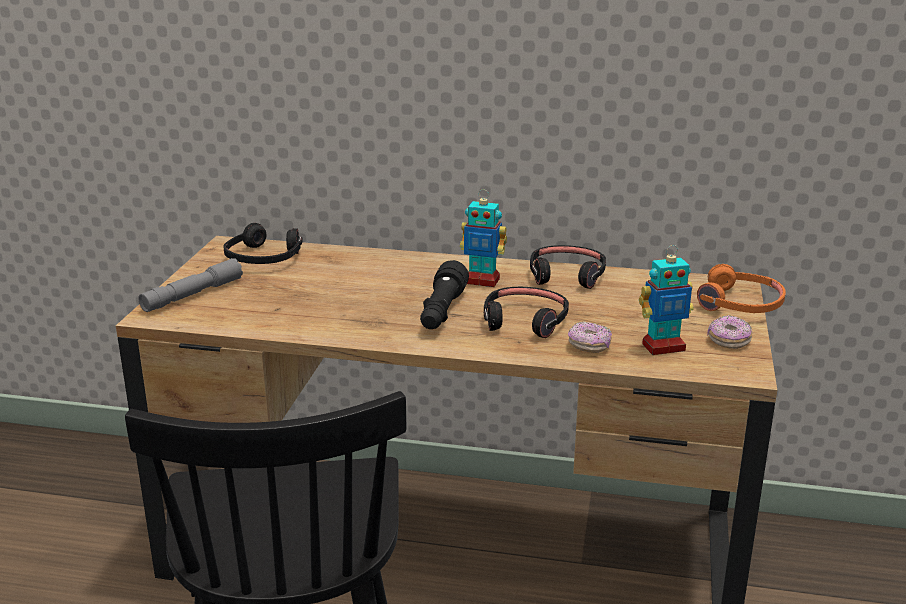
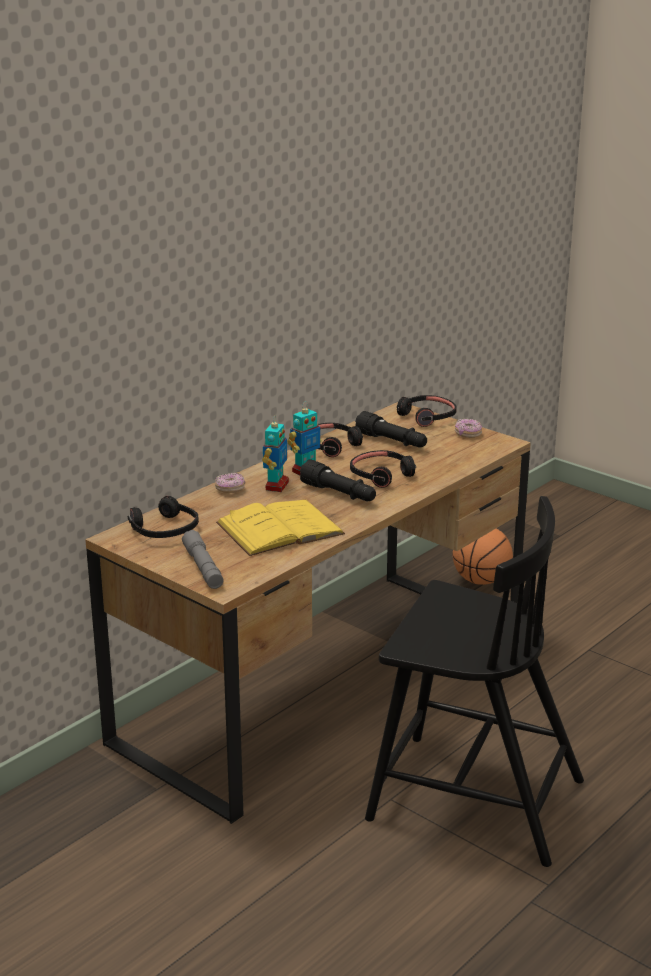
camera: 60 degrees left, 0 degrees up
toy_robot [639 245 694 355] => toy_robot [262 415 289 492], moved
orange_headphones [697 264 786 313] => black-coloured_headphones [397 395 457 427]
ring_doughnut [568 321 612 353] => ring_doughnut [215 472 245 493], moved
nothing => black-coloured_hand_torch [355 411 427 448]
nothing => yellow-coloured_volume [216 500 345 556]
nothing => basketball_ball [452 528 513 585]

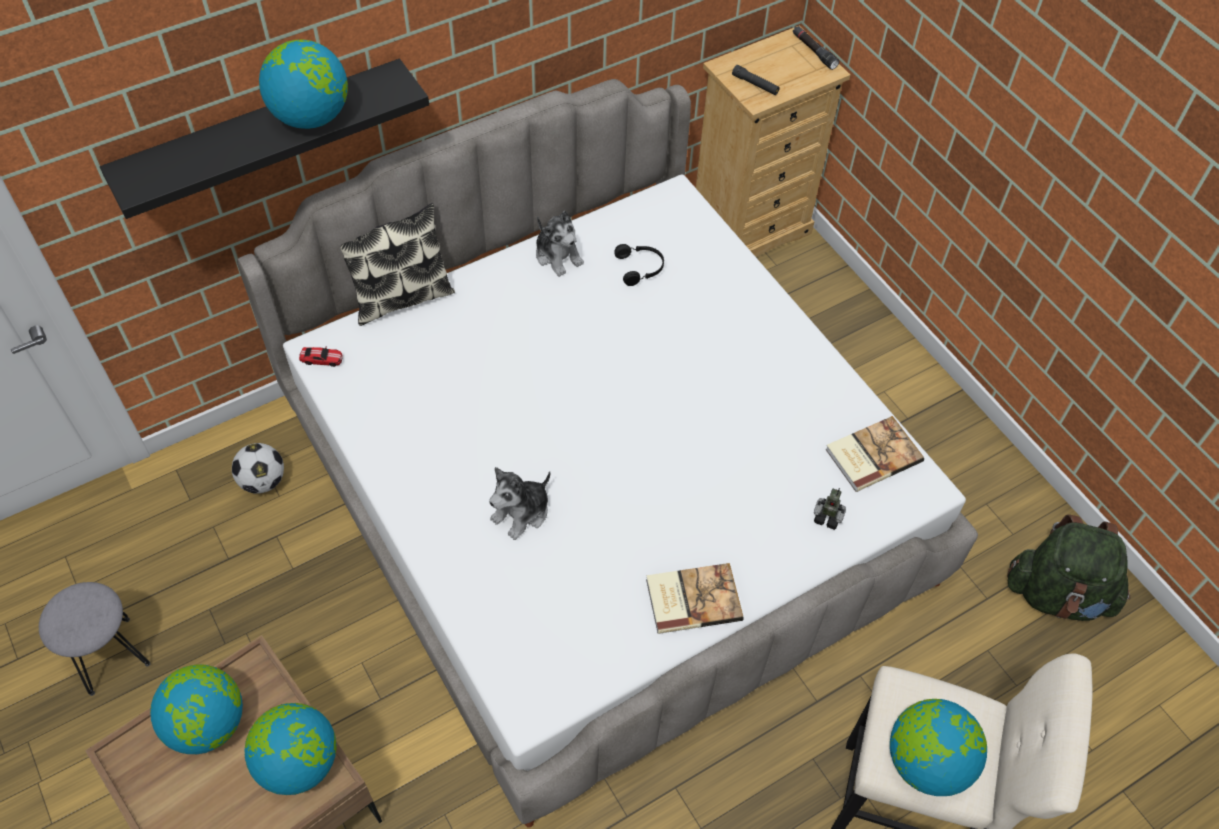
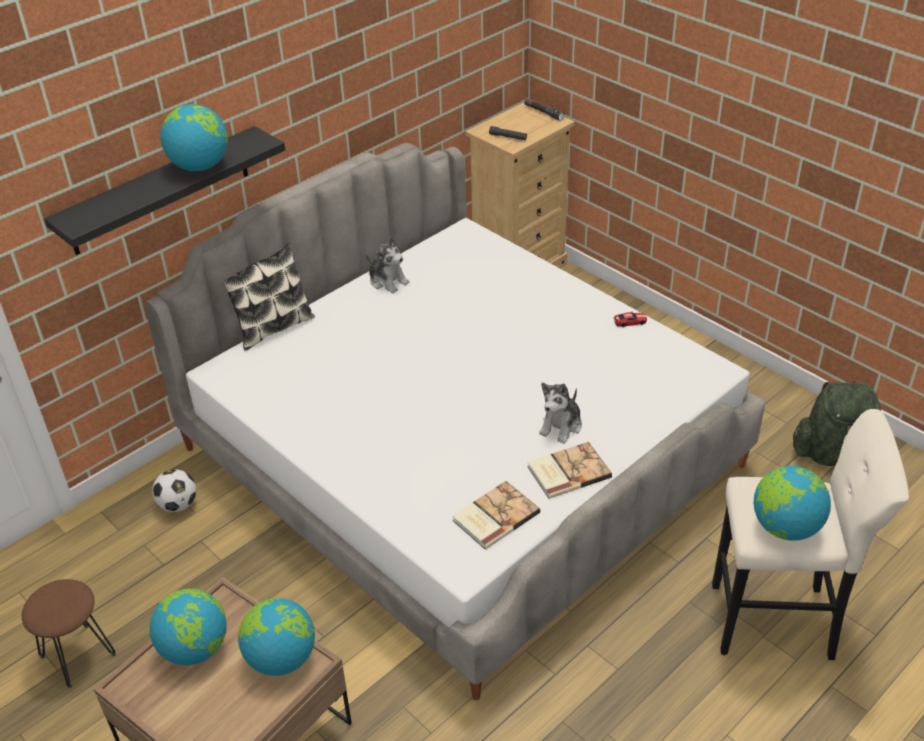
camera: 10 degrees left, 15 degrees down
black-coloured_headphones [614 244 664 286] => nothing
miniature_car [299 347 343 367] => miniature_car [614 312 647 327], moved
volume [825 416 924 492] => volume [452 481 540 550], moved
plush_toy [489 467 550 540] => plush_toy [539 383 582 444], moved
toy_robot [814 488 846 530] => nothing
greyish_stool [39 582 151 696] => brownish_stool [22 579 116 688]

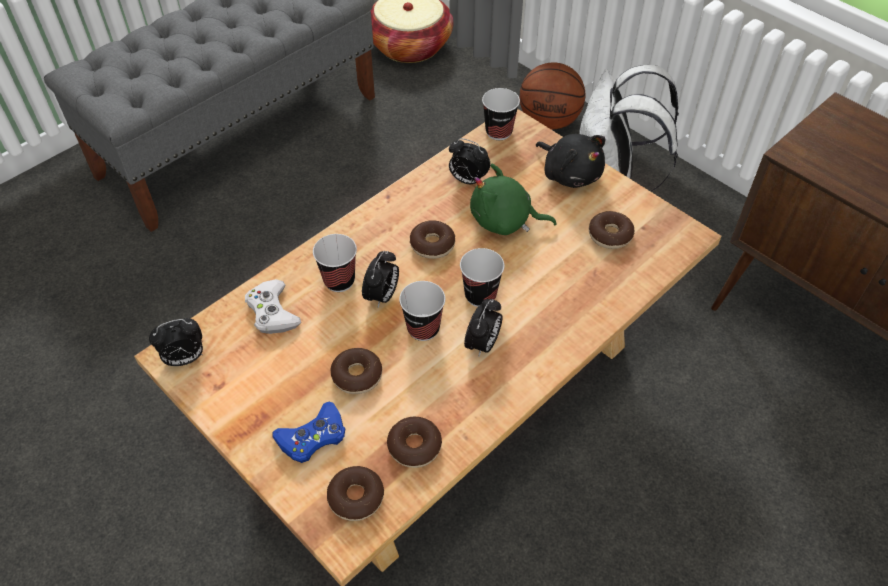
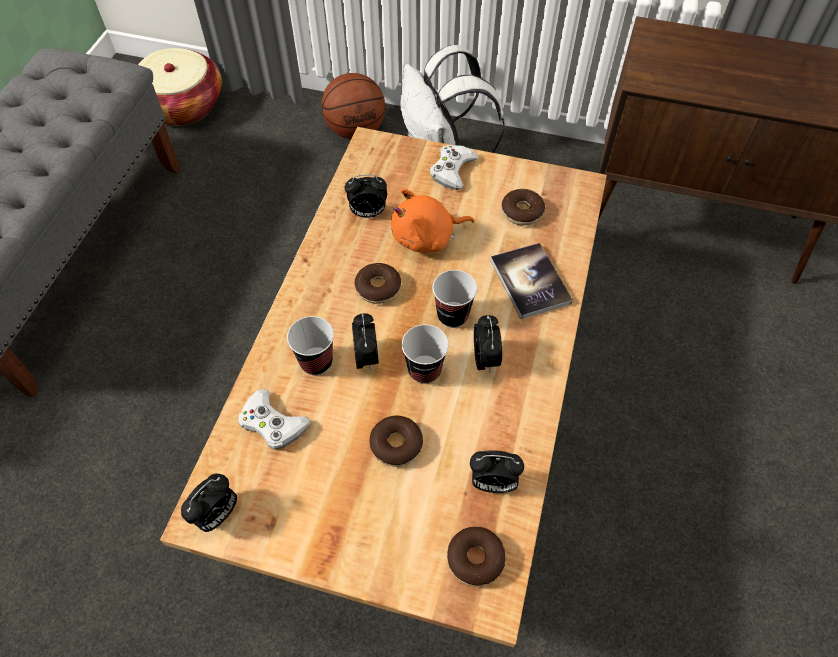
camera: 30 degrees left, 5 degrees up
drinking_cup [482 88 520 140] => nothing
black-coloured_plush_toy [536 134 606 188] => whitish_game_controller [430 145 478 190]
green_plush_toy [470 164 557 235] => orange_plush_toy [391 188 475 253]
blue-coloured_game_controller [272 402 345 463] => nothing
ring_doughnut [387 417 442 468] => bedside_clock [470 451 524 493]
nothing => volume [490 243 573 319]

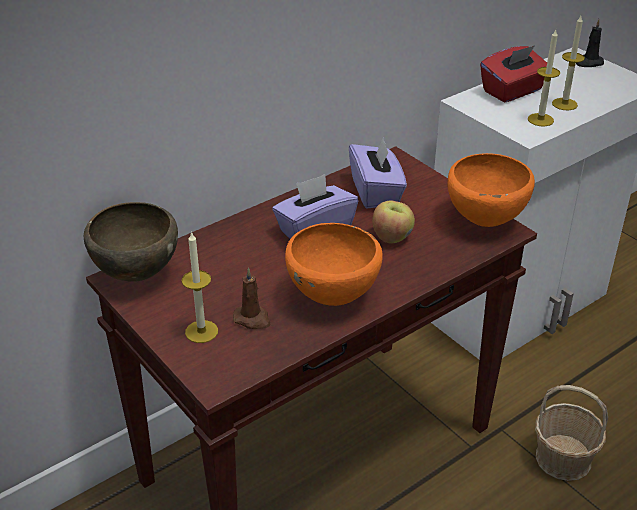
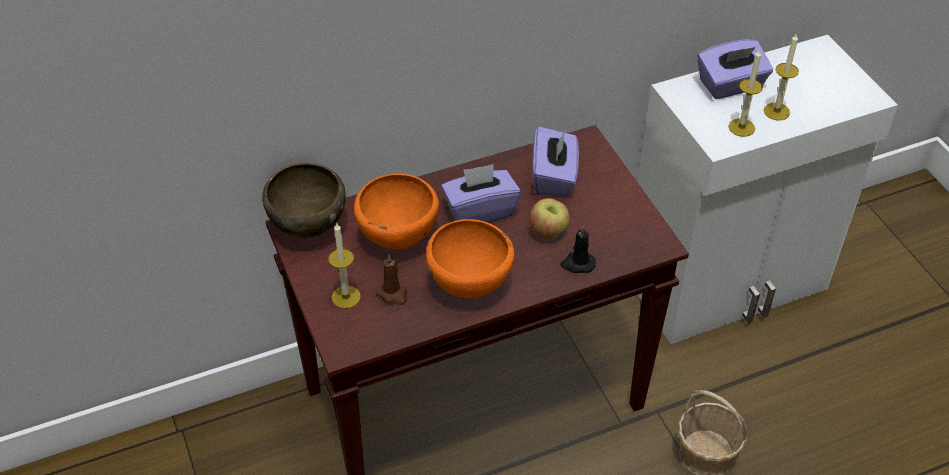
camera: 15 degrees right, 10 degrees up
black-coloured_wax_candle [576 19 604 67] => black-coloured_wax_candle [560 225 596 273], moved
red-coloured_tissue_box [480 45 547 103] => purple-coloured_tissue_box [698 39 773 99]
orange_bowl [447 153 535 227] => orange_bowl [354 174 439 249], moved

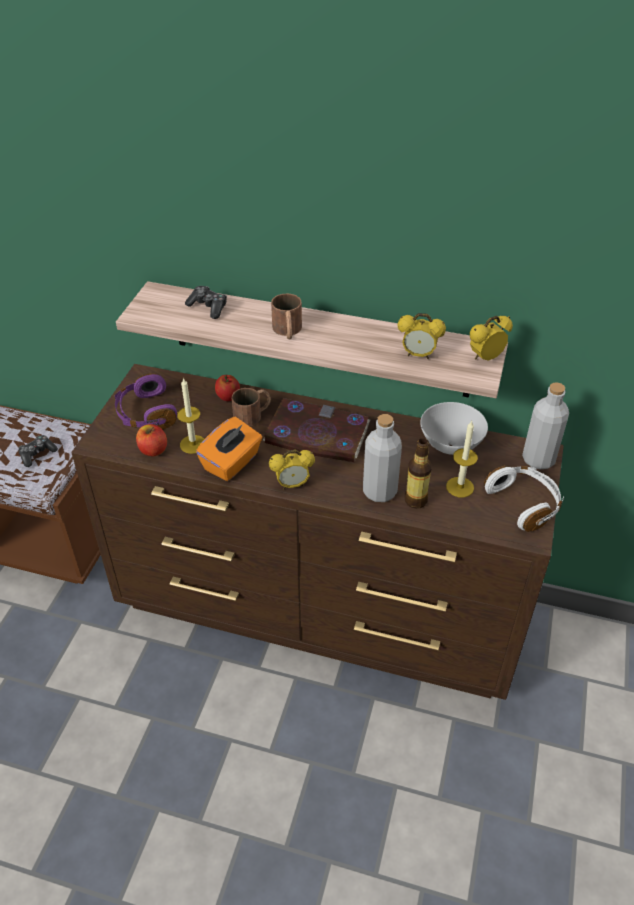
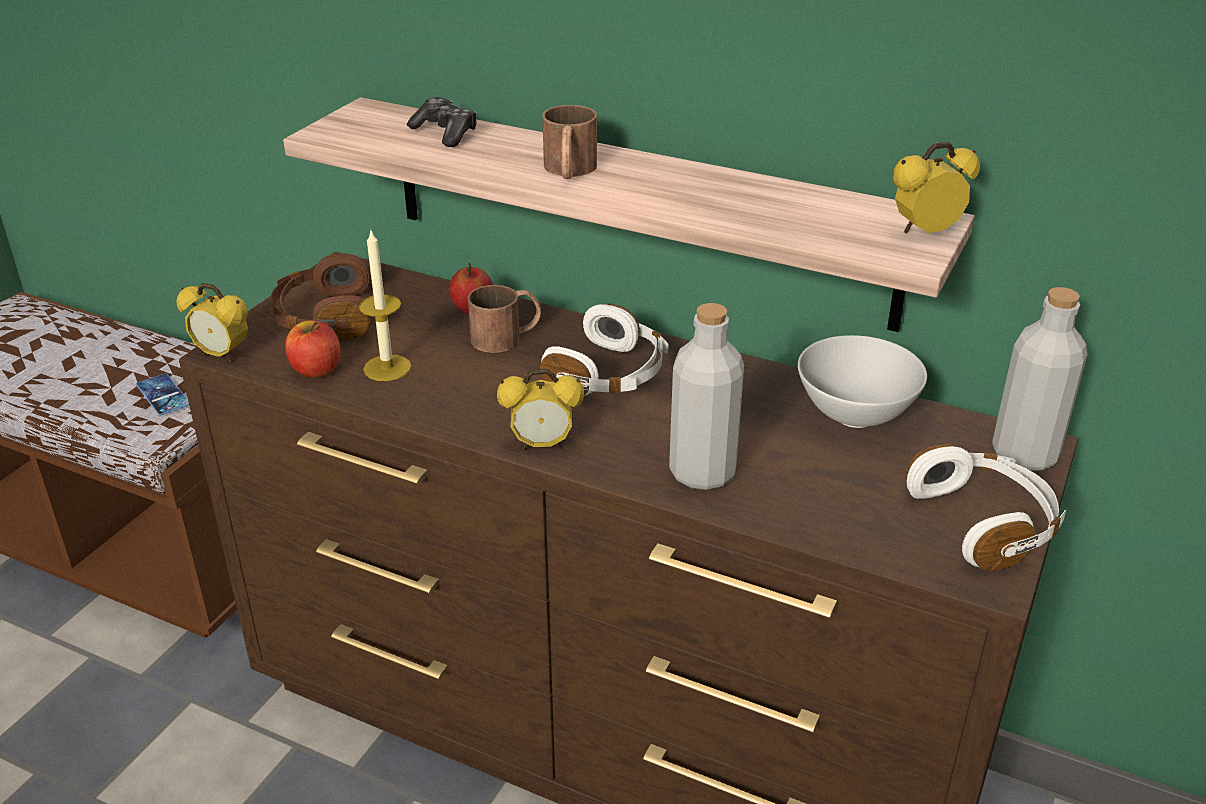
camera: 10 degrees right, 10 degrees down
bedside_clock [398 313 446 359] => bedside_clock [177 283 248 362], moved
purple-coloured_headphones [115 373 177 429] => brownish_headphones [271 253 373 342]
volume [263 398 370 462] => whitish_headphones [540 304 669 396]
orange_tissue_box [196 416 263 481] => nothing
wax_candle [446 421 478 497] => nothing
game_controller [18 435 58 467] => handset [136 373 189 415]
beverage_bottle [405 438 432 509] => nothing

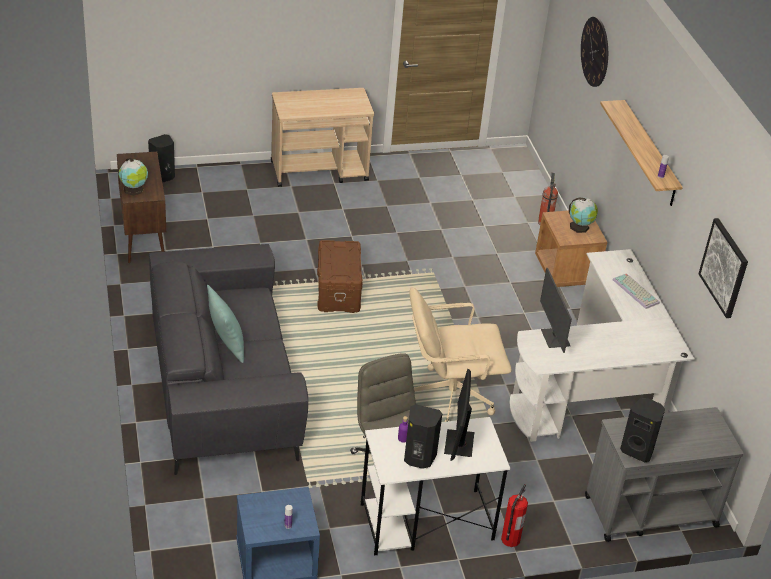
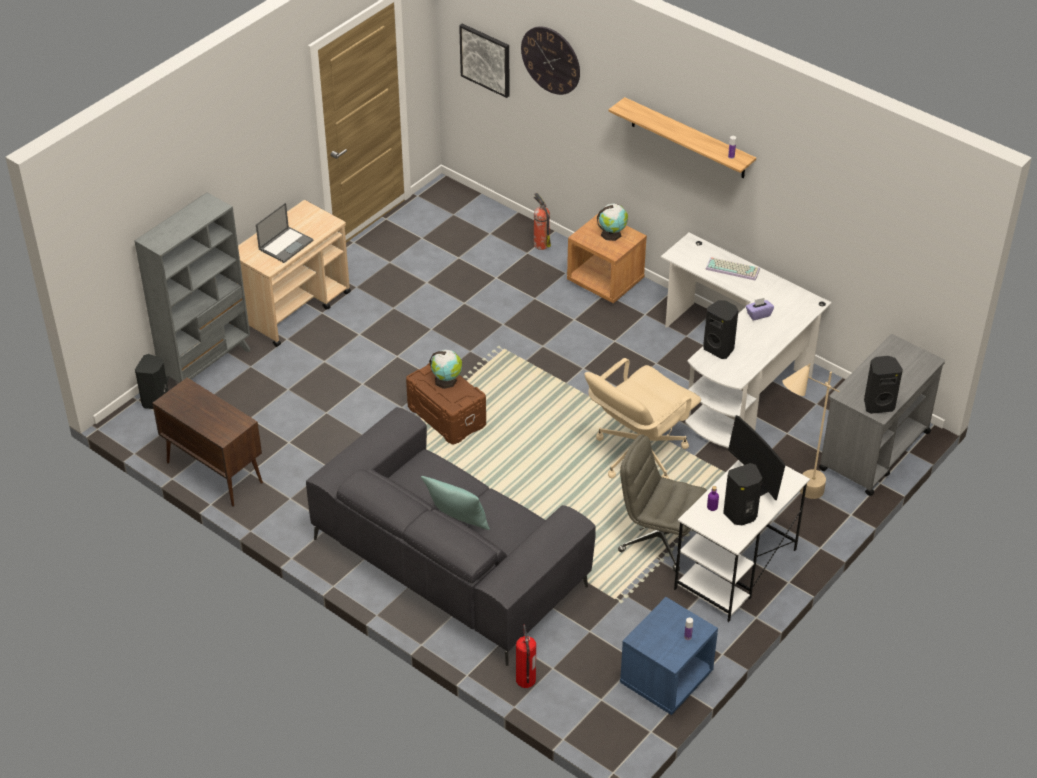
camera: 35 degrees left, 5 degrees up
world_globe [119 158 148 196] => world_globe [429 350 462 389], moved
picture [698 218 748 318] => picture [459 24 509 98], moved
computer_display [540 268 572 353] => black-coloured_audio_speaker [703 300 738 359]
fire_extinguisher [501 484 528 547] => fire_extinguisher [516 624 536 688], moved
nothing => greyish_shelving_unit [134 192 250 383]
nothing => notebook_computer [256 203 313 263]
nothing => purple-coloured_tissue_box [746 298 774 320]
nothing => sand-coloured_standard_lamp [782 363 840 499]

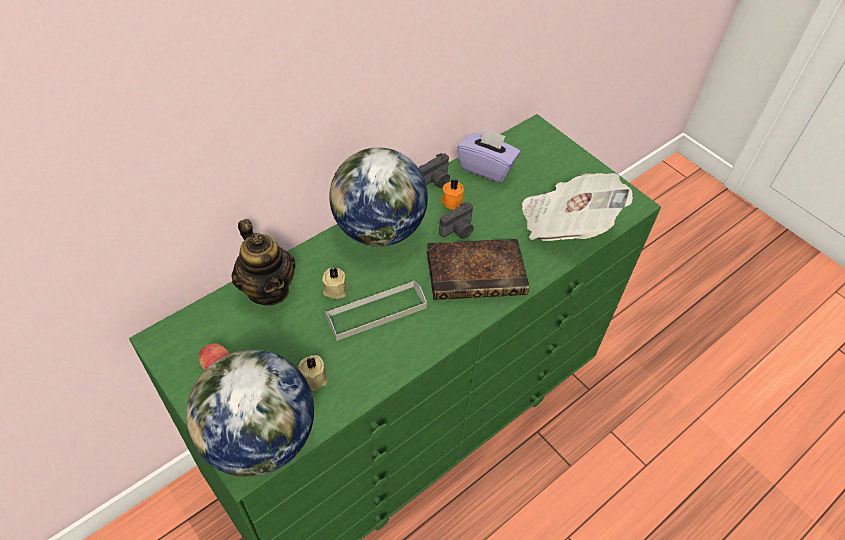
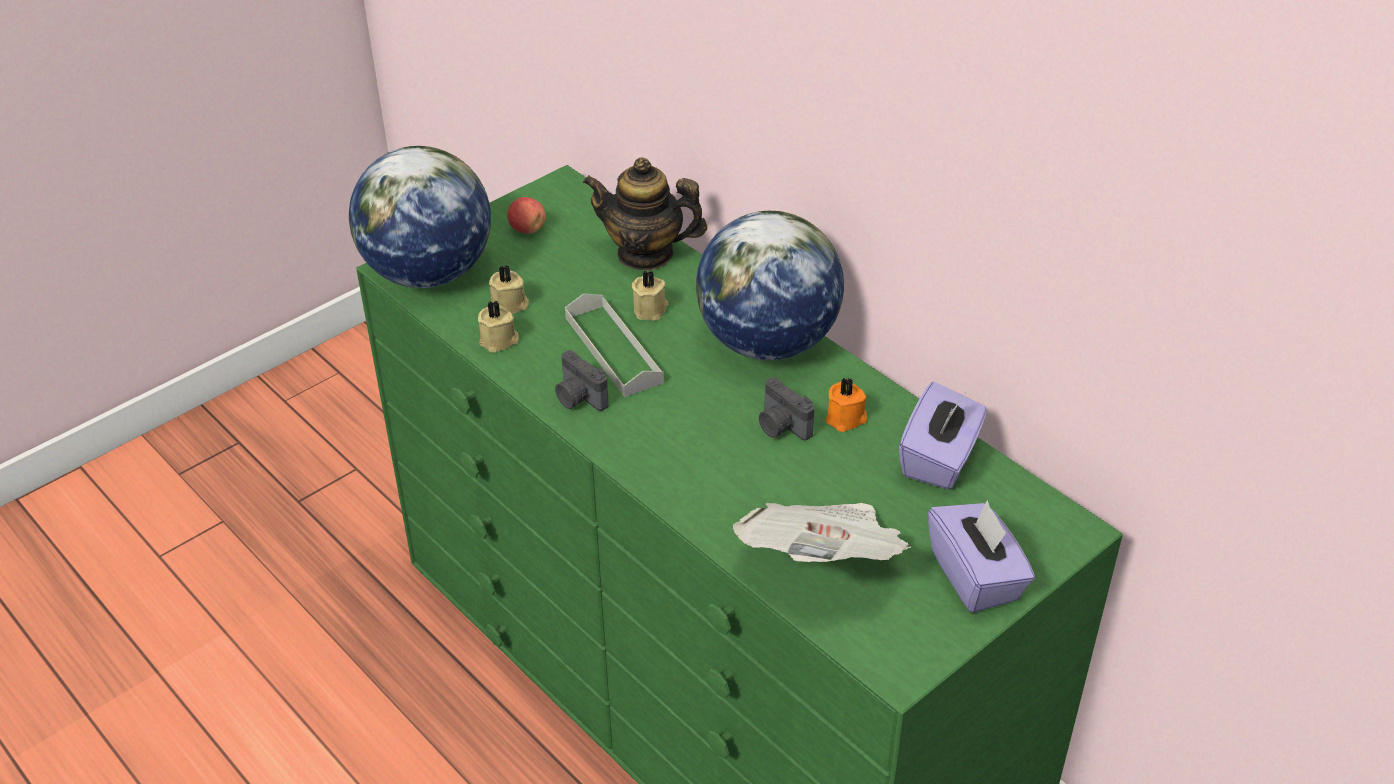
camera: 90 degrees right, 10 degrees down
still_camera [418 153 450 188] => still_camera [555 350 609 411], moved
teapot [232 219 296 305] => teapot [583 158 707 271], 45 degrees clockwise
volume [427 239 529 300] => nothing
nothing => sand-coloured_wax_candle [478 301 519 353]
nothing => purple-coloured_tissue_box [928 500 1035 613]

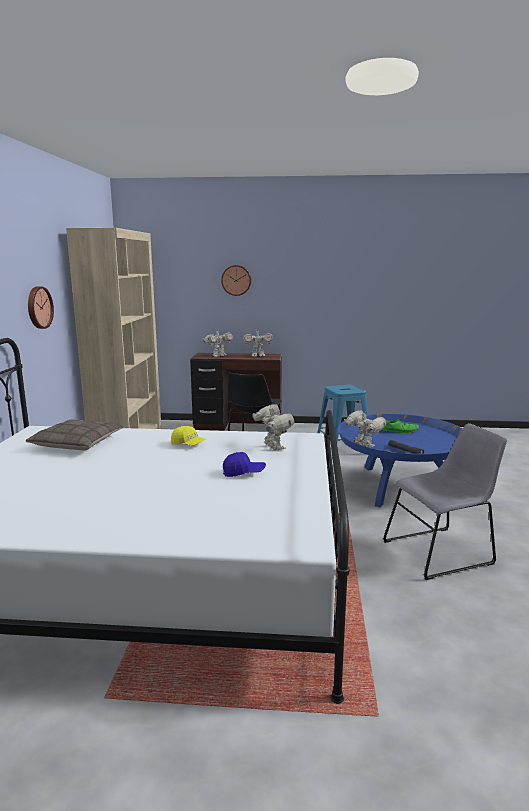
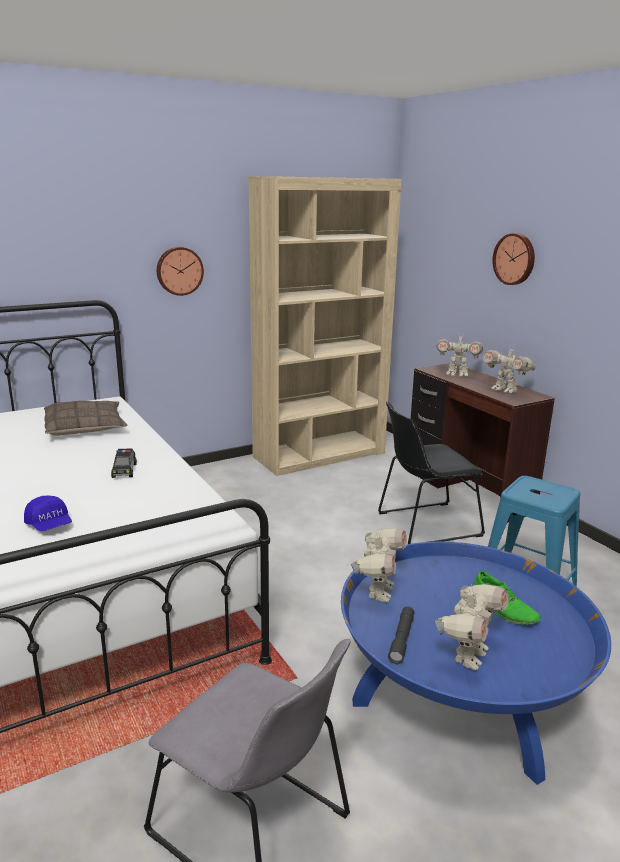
camera: 55 degrees right, 5 degrees up
toy_robot [252 404 294 450] => toy_robot [435 584 509 670], moved
yellow-coloured_peaked_cap [171 426 206 445] => miniature_car [111 448 137 478]

